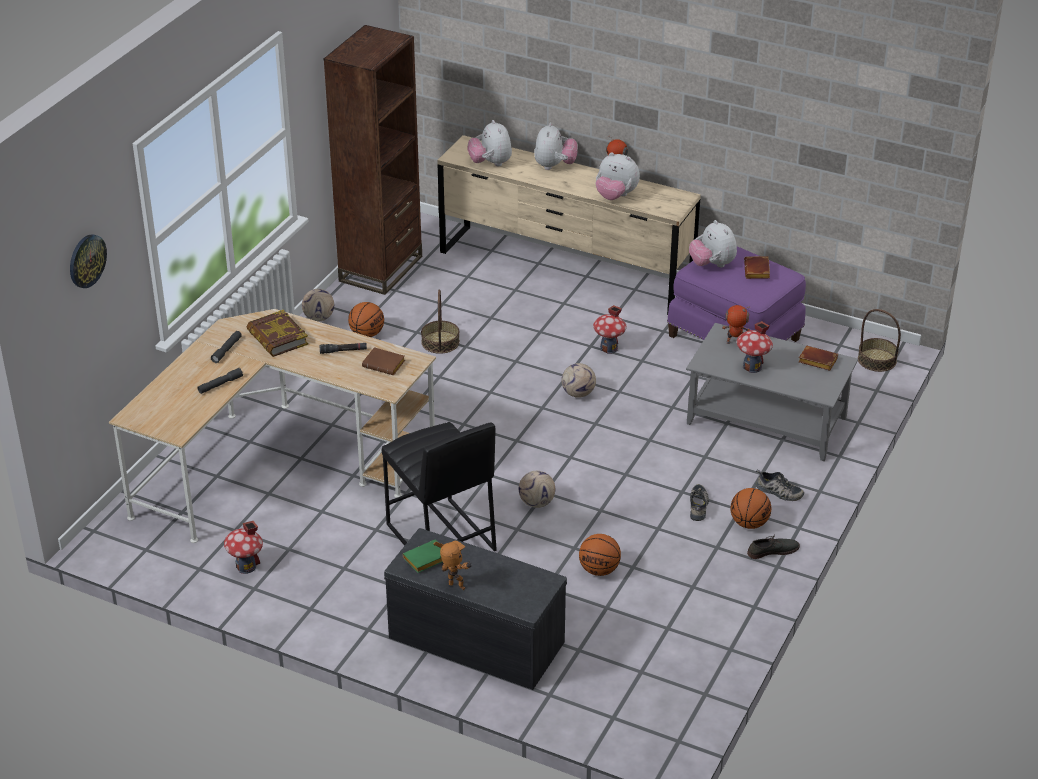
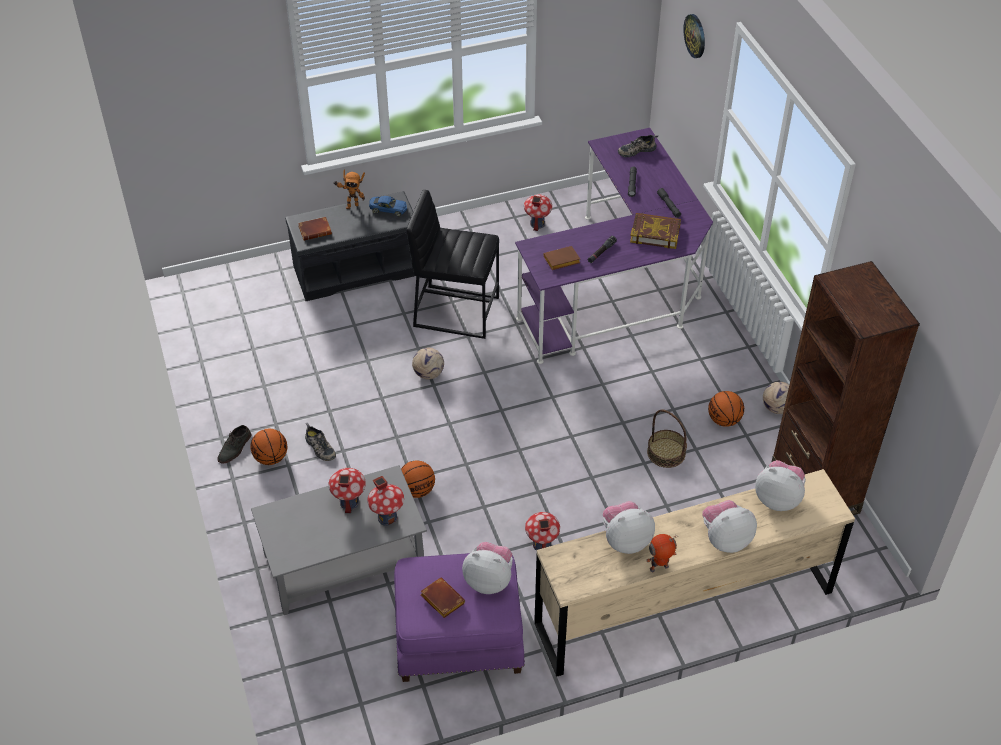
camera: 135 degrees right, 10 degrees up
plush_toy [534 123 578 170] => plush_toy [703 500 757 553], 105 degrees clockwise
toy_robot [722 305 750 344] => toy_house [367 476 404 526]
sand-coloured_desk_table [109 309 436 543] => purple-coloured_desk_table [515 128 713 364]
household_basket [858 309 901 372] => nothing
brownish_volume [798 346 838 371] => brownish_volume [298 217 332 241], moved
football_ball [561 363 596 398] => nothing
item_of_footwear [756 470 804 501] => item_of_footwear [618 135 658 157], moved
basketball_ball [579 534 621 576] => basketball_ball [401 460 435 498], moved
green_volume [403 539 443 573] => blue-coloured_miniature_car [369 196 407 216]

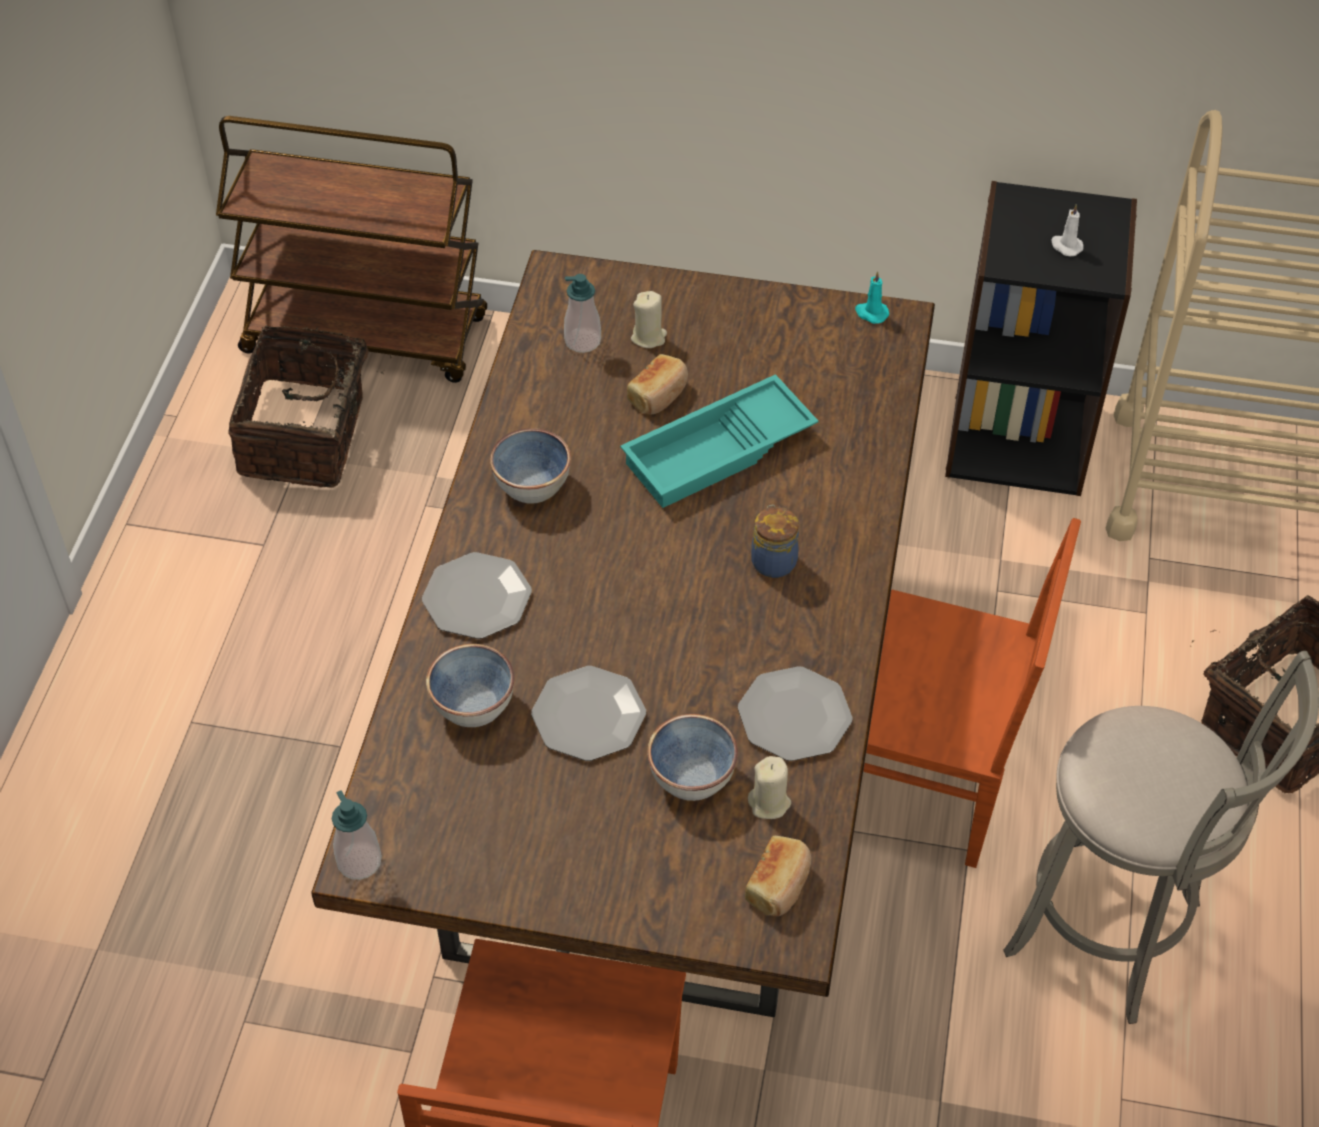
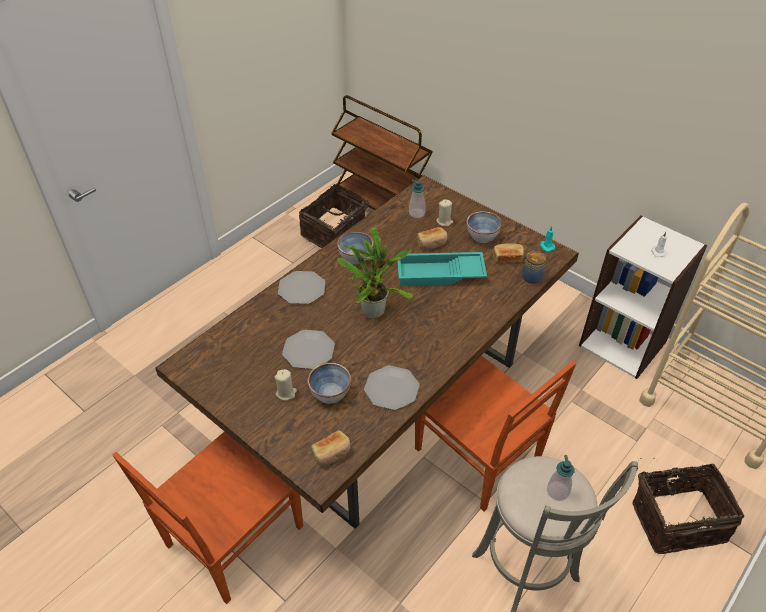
camera: 30 degrees right, 5 degrees down
black-coloured_shelving_unit [945 181 1137 496] => whitish_shelving_unit [579 215 707 379]
preserve_jar [751 505 799 578] => preserve_jar [522 251 546 284], moved
bowl [426 644 514 727] => bowl [467 211 502 243], moved
sand-coloured_wax_candle [748 756 791 819] => sand-coloured_wax_candle [275 369 297 401], moved
soap_bottle [332 790 382 880] => soap_bottle [547 455 574 501], moved
nothing => houseplant [337 226 413 319]
nothing => baked_bread [493 243 524 263]

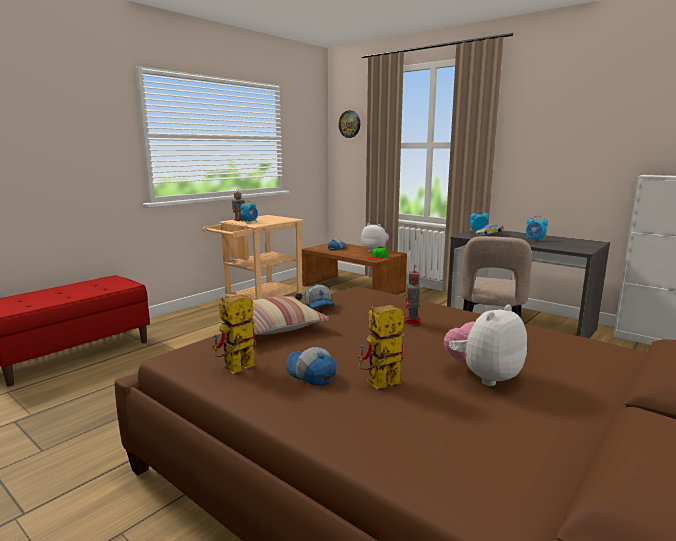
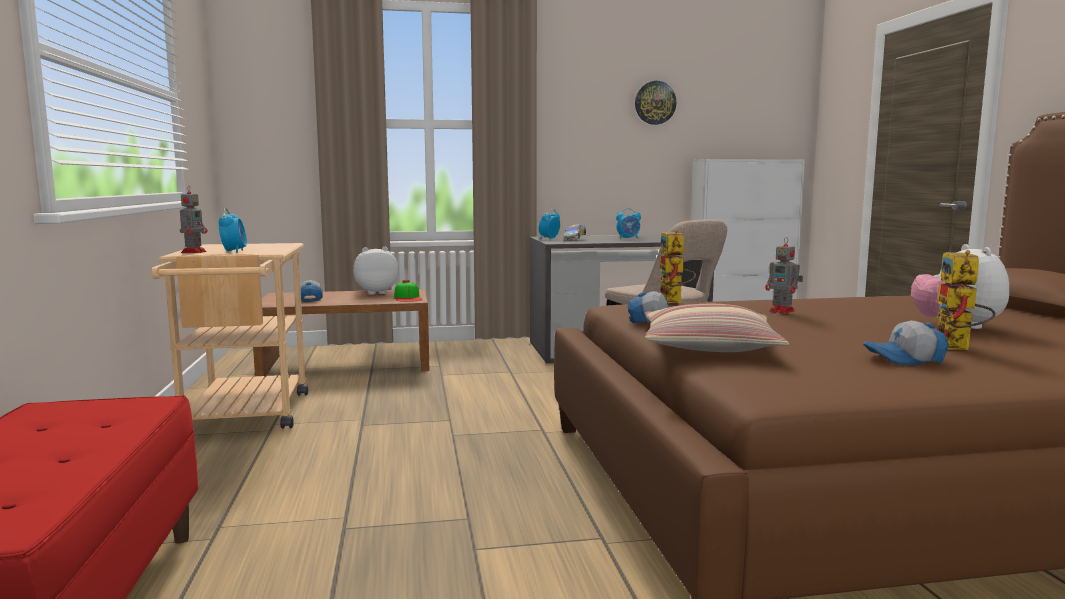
camera: 50 degrees left, 5 degrees down
hanging_clock [339 110 360 138] => hanging_clock [635 81 676 125], moved
toy_robot [212 294 257 374] => toy_robot [659 230 696 303], moved

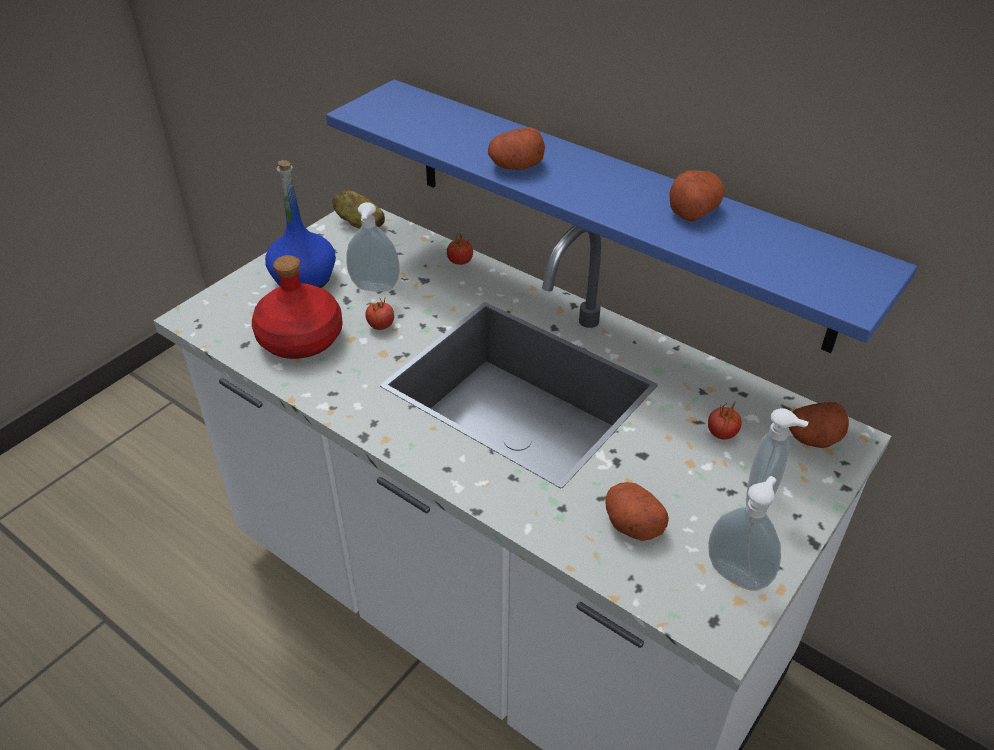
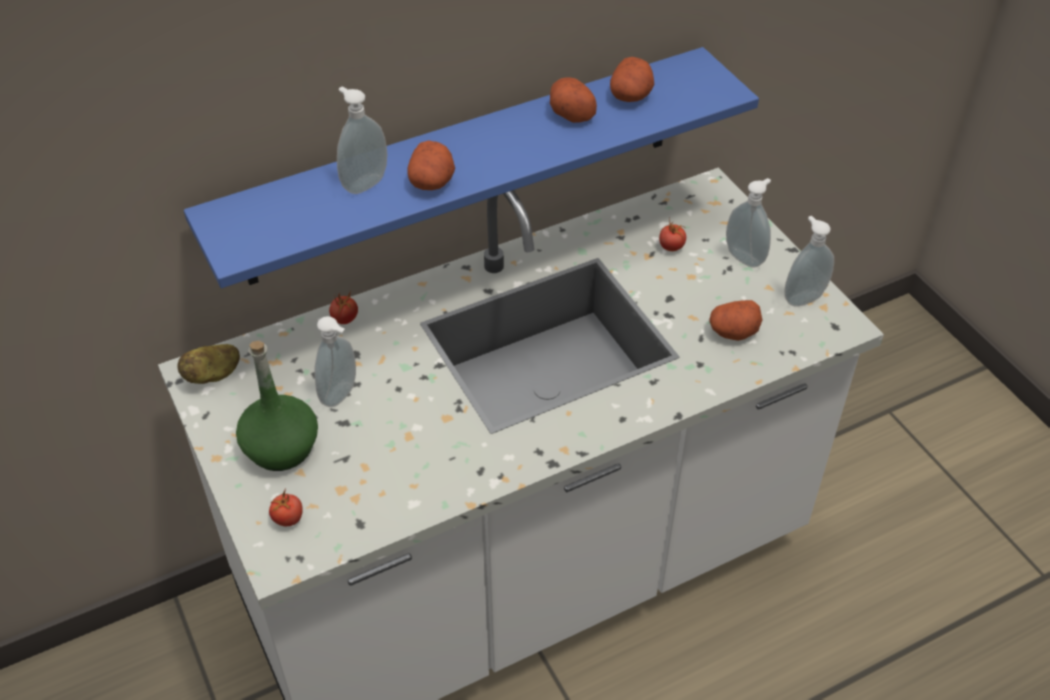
camera: 65 degrees left, 5 degrees up
blue-coloured_beverage_bottle [265 160 336 288] => green_beverage_bottle [236 341 318 471]
red-coloured_beverage_bottle [252 255 343 359] => nothing
fresh_tomato [365 297 394 330] => fresh_tomato [269 490 303 526], moved
whole_potato [789 402 849 448] => whole_potato [610 57 654 102], moved
nothing => soap_bottle [337 86 387 194]

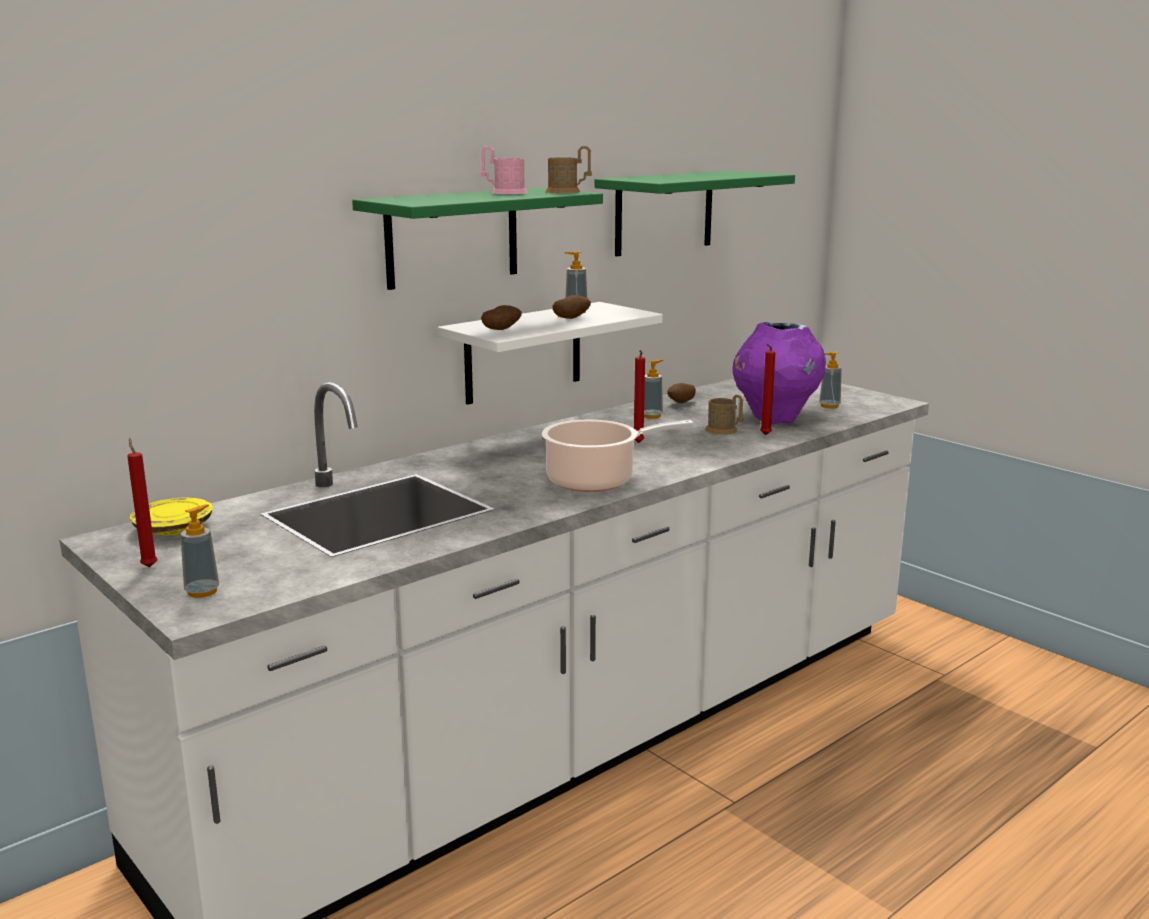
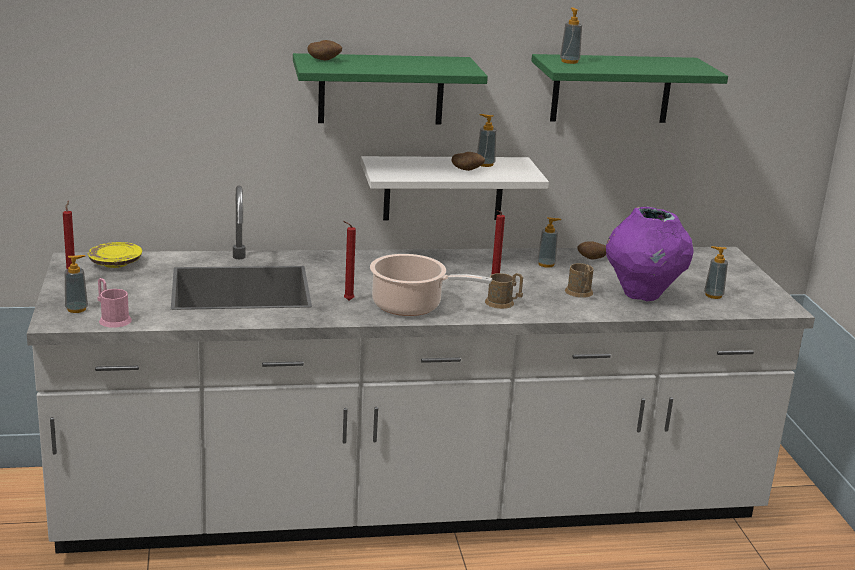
camera: 30 degrees right, 5 degrees up
brownish_mug [545 146 592 193] => brownish_mug [485 273 523 309], moved
pinkish_mug [480 147 528 194] => pinkish_mug [97 278 132 328], moved
whole_potato [481 305 522 330] => whole_potato [307 40 342 61], moved
red-coloured_wax_candle [760 344 776 435] => red-coloured_wax_candle [343 221 356 300], moved
nothing => soap_bottle [560 8 582 64]

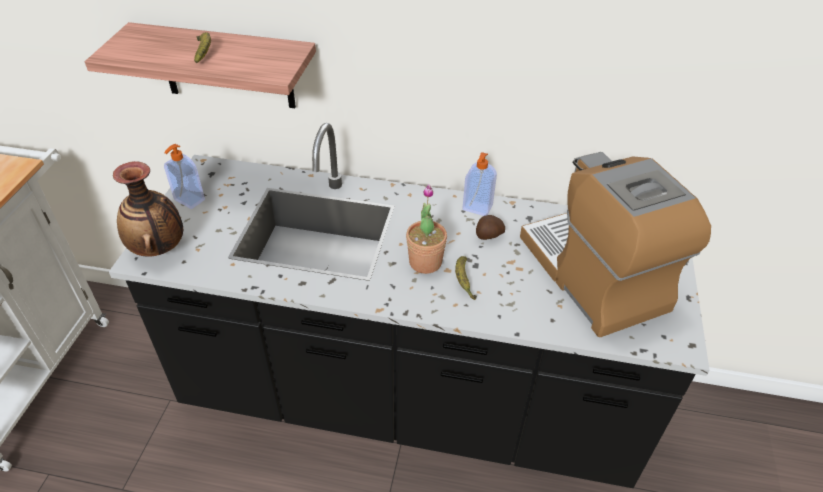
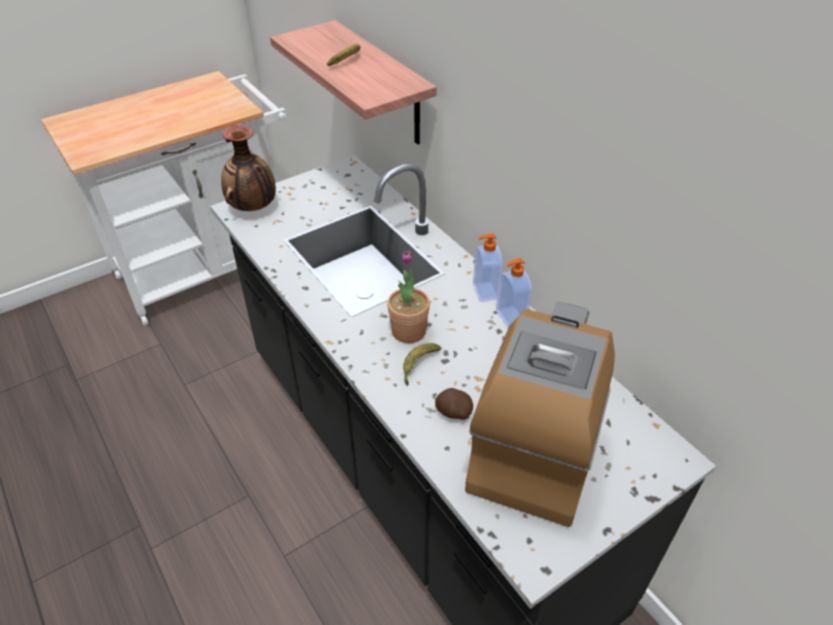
camera: 45 degrees right, 0 degrees up
soap_bottle [164 144 205 209] => soap_bottle [473 233 503 302], moved
whole_potato [476 215 505 240] => whole_potato [435 388 473 420], moved

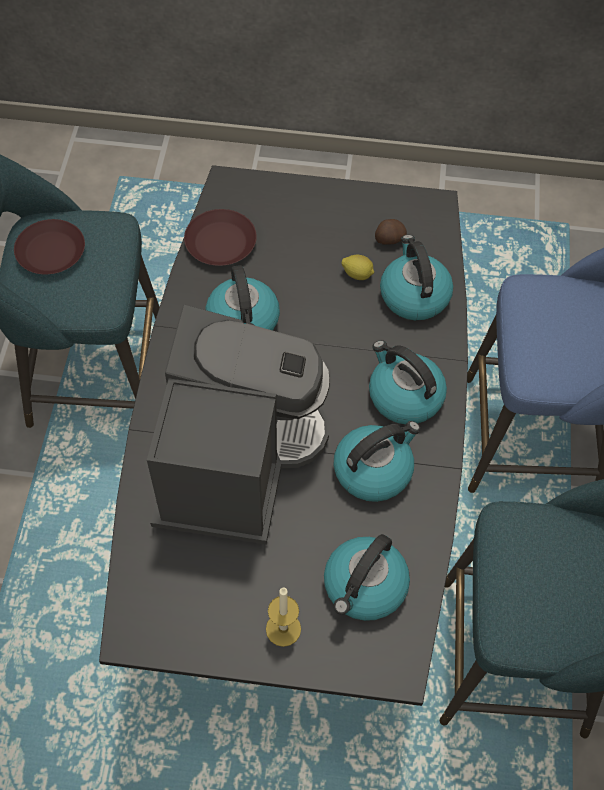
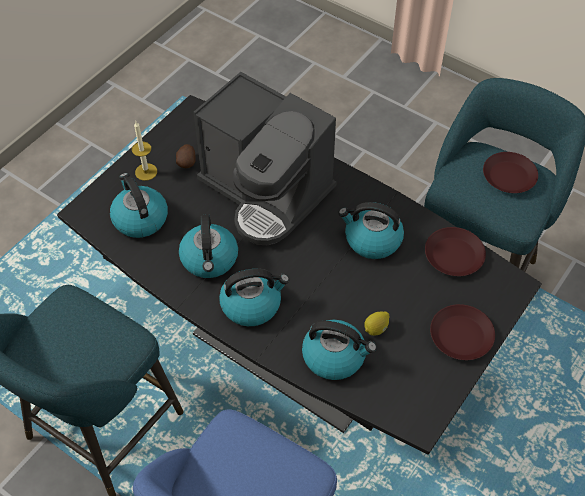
camera: 120 degrees right, 5 degrees down
whole_potato [375 219 407 244] => whole_potato [176 144 196 168], moved
nothing => brownish_flat_dish [430 304 495 360]

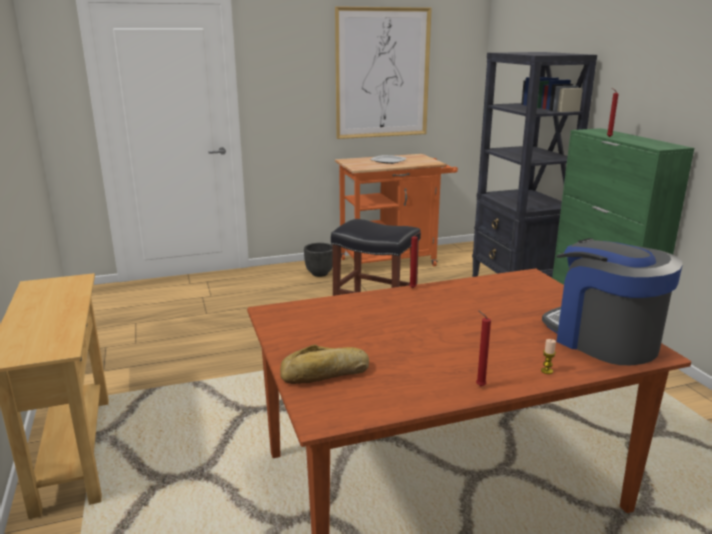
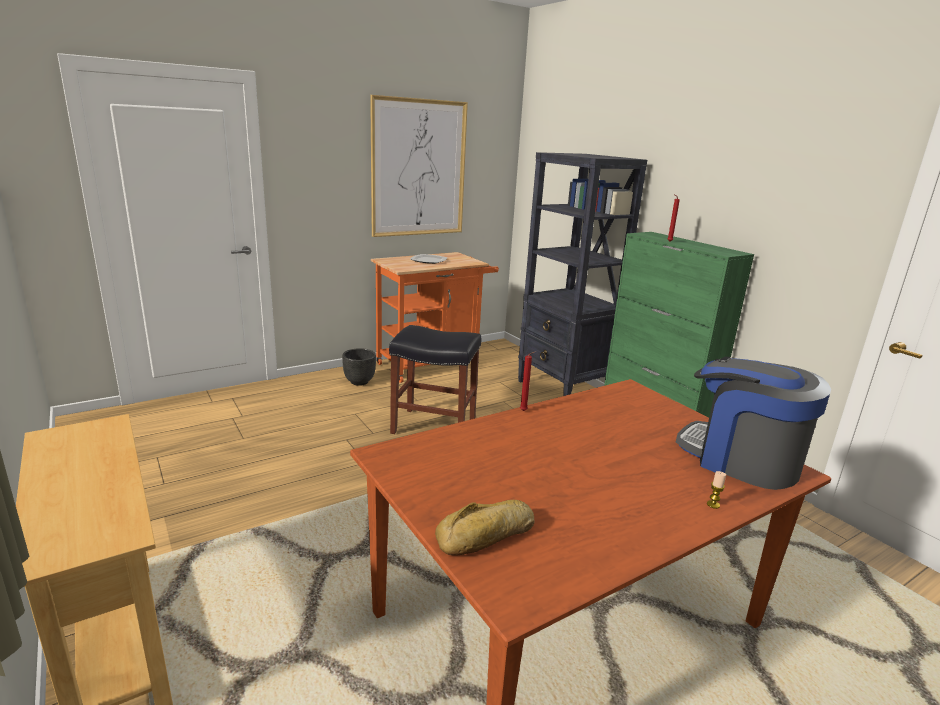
camera: 15 degrees left, 0 degrees up
red-coloured_wax_candle [476 310 491 386] => nothing

